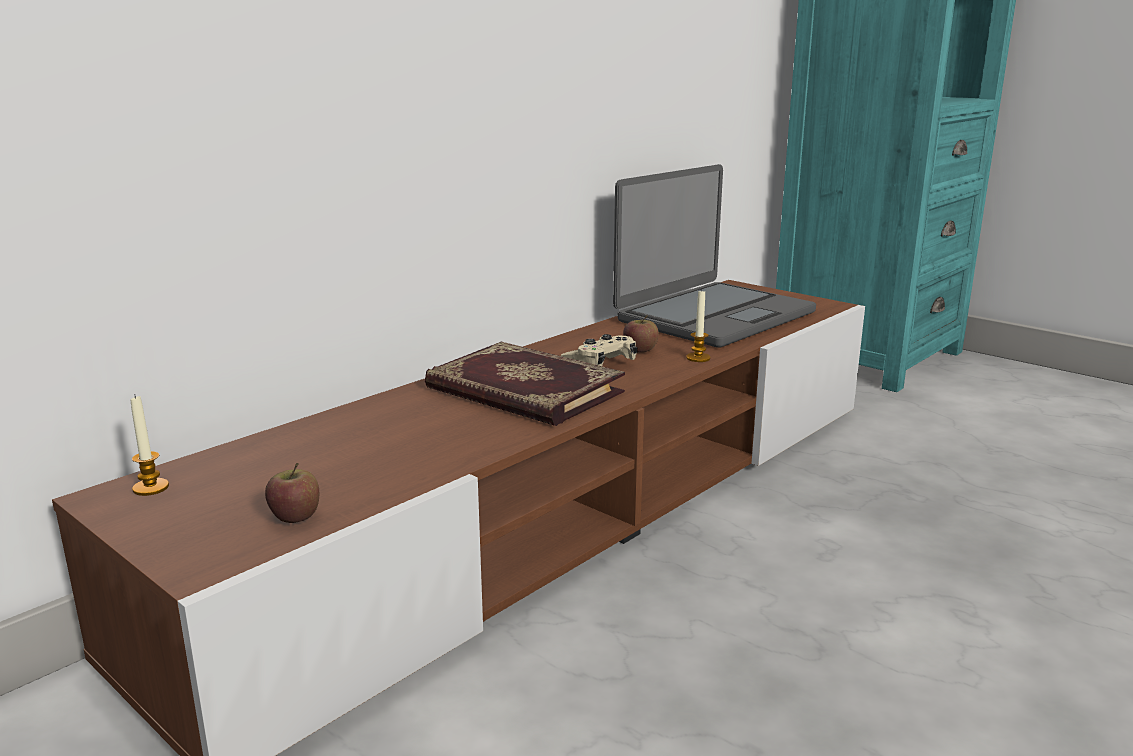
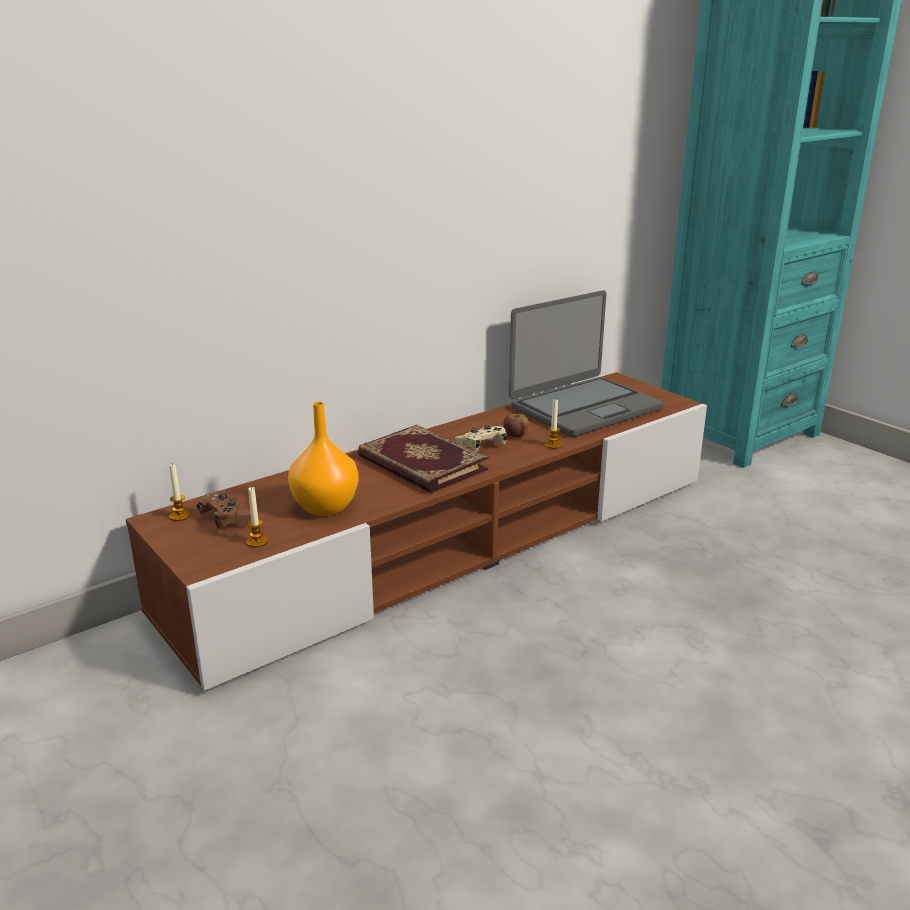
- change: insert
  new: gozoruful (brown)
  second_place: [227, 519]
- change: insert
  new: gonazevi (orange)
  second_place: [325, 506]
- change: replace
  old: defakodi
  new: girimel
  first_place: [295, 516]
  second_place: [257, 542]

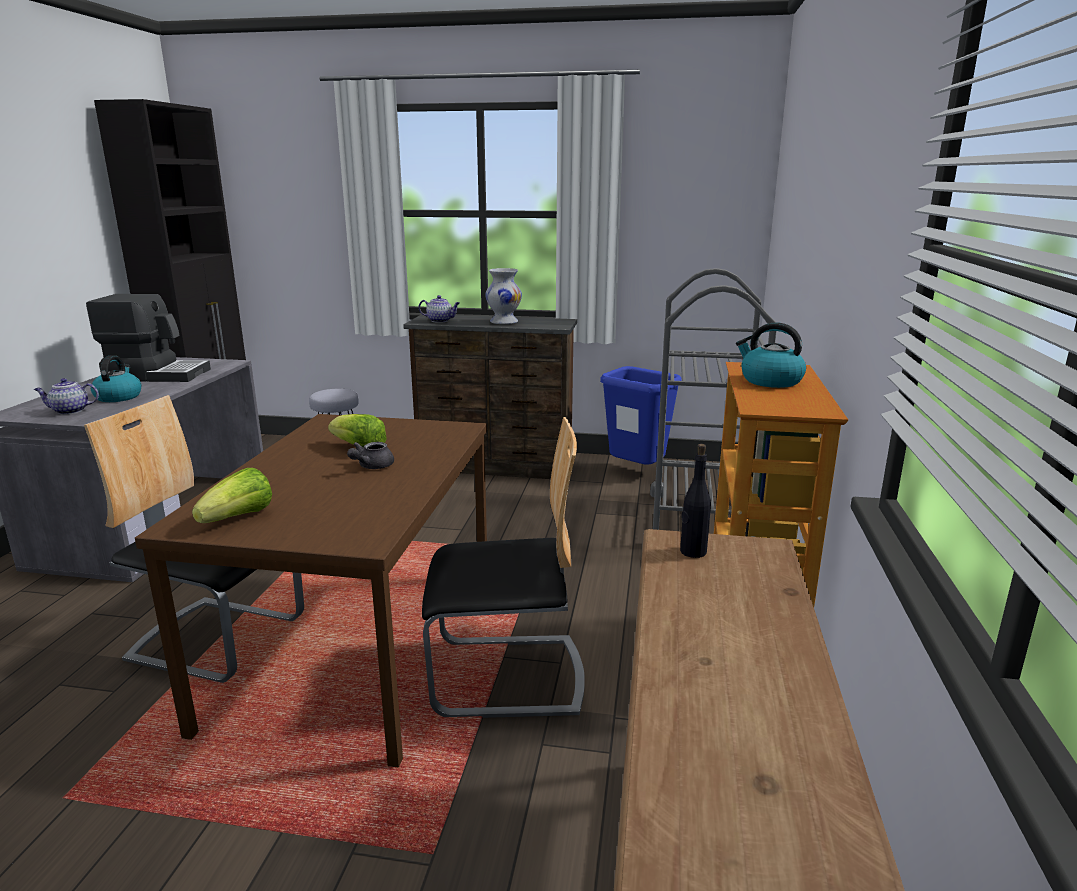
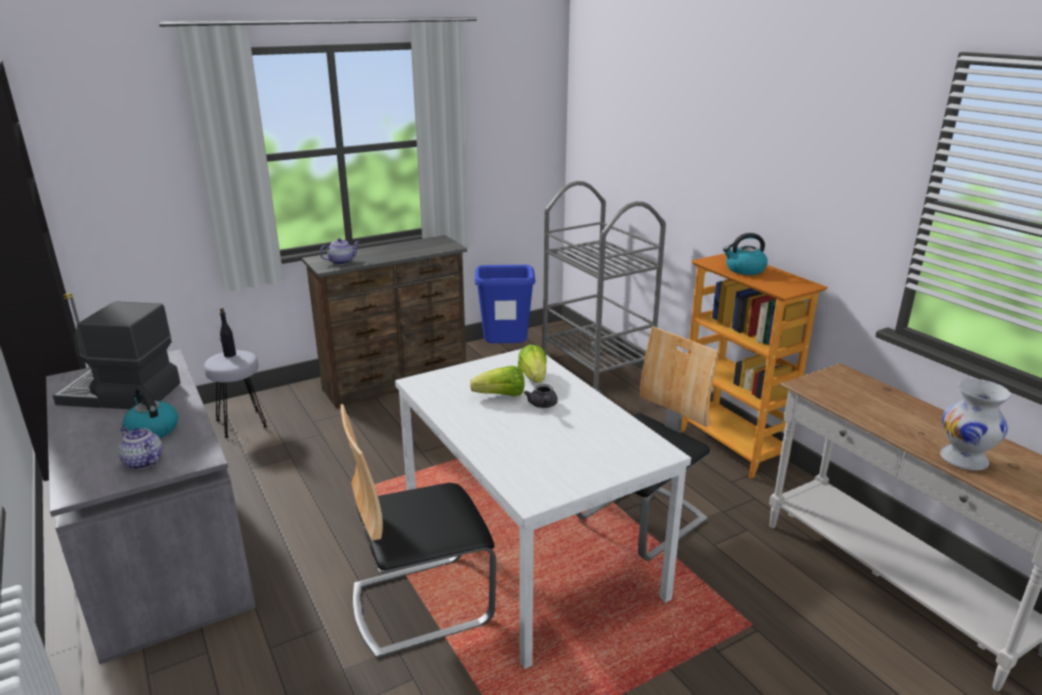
- change: move
  old: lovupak
  first_place: [239, 518]
  second_place: [534, 377]
- change: move
  old: gonazevi (white)
  first_place: [503, 322]
  second_place: [962, 459]
- change: move
  old: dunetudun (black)
  first_place: [692, 552]
  second_place: [229, 355]
- change: recolor
  old: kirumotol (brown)
  new: kirumotol (white)
  first_place: [361, 646]
  second_place: [531, 551]
- change: rotate
  old: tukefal
  first_place: [69, 411]
  second_place: [142, 462]
  degrees: 90
- change: rotate
  old: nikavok
  first_place: [157, 374]
  second_place: [120, 395]
  degrees: -135

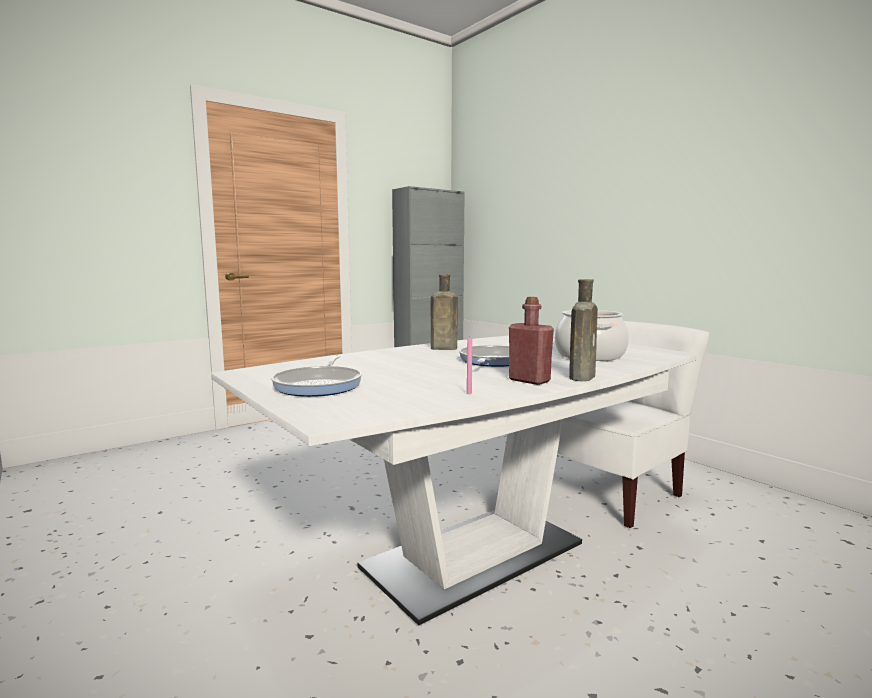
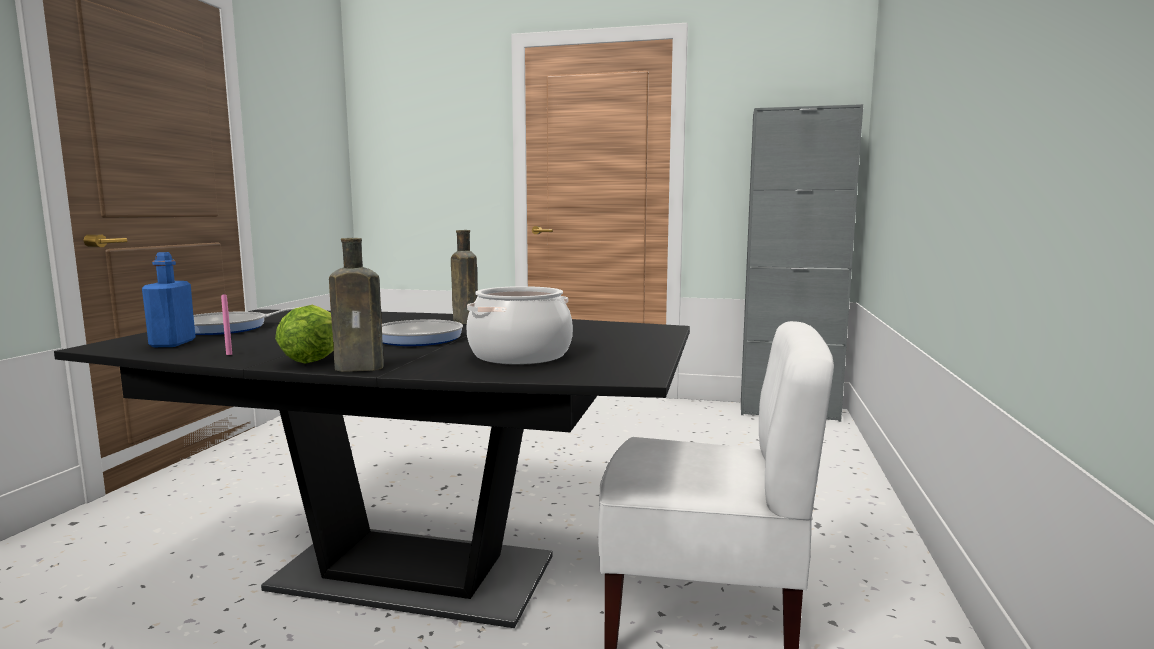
- change: insert
  new: dunetudun (blue)
  second_place: [172, 343]
- change: replace
  old: dunetudun (red)
  new: lovupak
  first_place: [529, 380]
  second_place: [315, 358]
- change: recolor
  old: kirumotol (white)
  new: kirumotol (black)
  first_place: [474, 556]
  second_place: [414, 574]

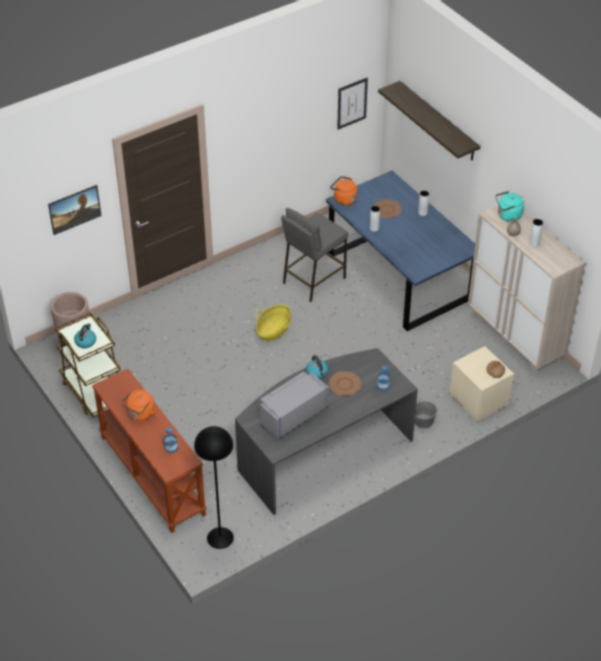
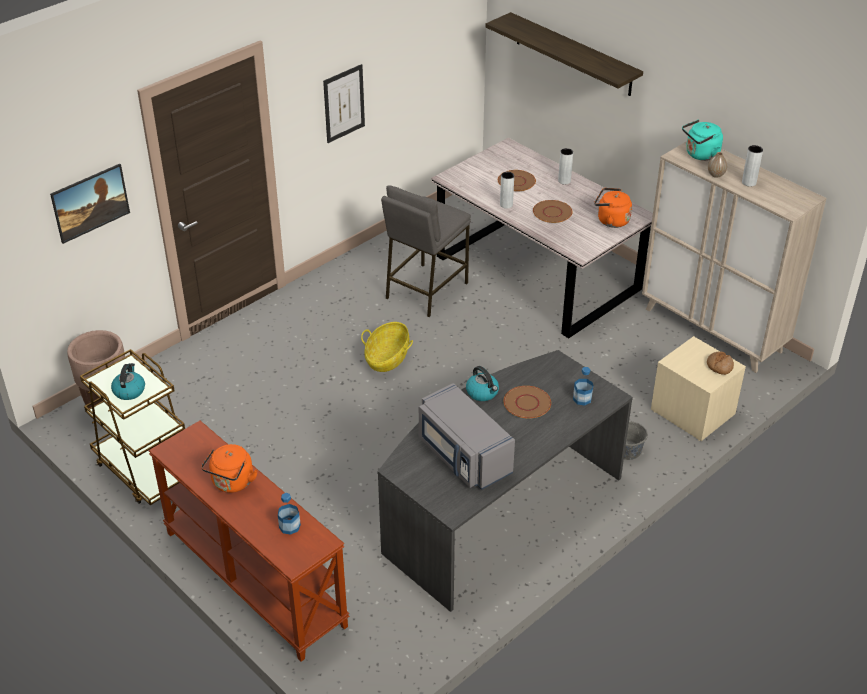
- change: delete
  old: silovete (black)
  first_place: [220, 538]
- change: insert
  new: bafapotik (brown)
  second_place: [552, 212]
- change: move
  old: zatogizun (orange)
  first_place: [343, 199]
  second_place: [611, 220]
- change: move
  old: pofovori
  first_place: [352, 103]
  second_place: [344, 103]
- change: recolor
  old: kirumotol (blue)
  new: kirumotol (grey)
  first_place: [398, 276]
  second_place: [536, 273]
- change: rotate
  old: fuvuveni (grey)
  first_place: [292, 416]
  second_place: [463, 456]
  degrees: -75

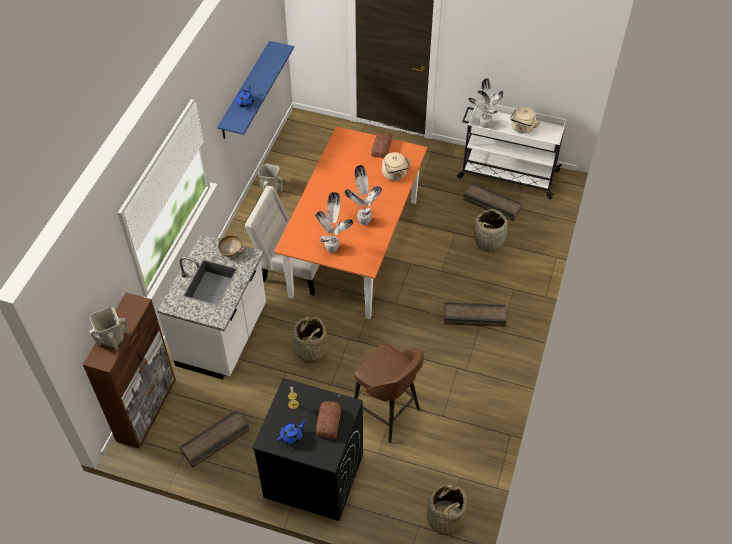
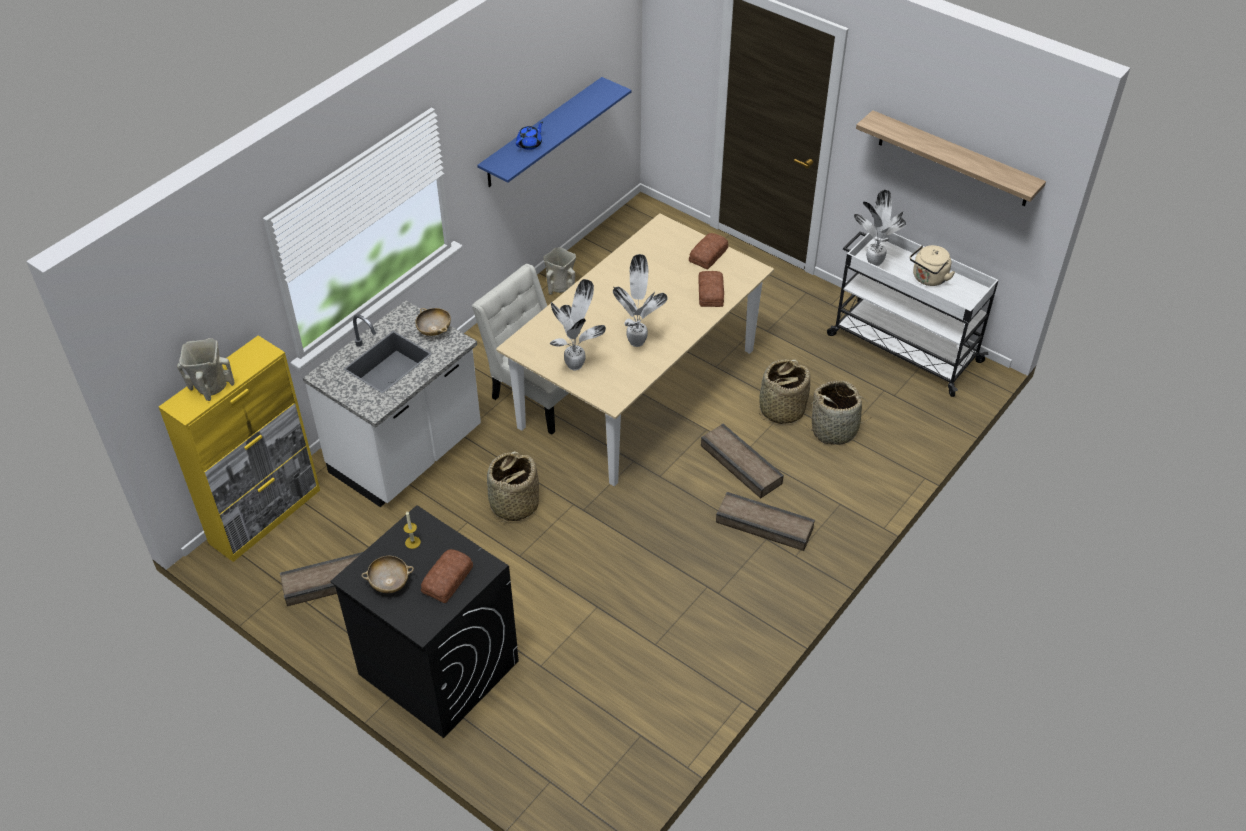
- change: delete
  old: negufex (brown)
  first_place: [387, 413]
- change: insert
  new: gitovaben
  second_place: [953, 159]
- change: move
  old: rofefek
  first_place: [445, 518]
  second_place: [781, 409]
- change: move
  old: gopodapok
  first_place: [491, 205]
  second_place: [740, 465]
- change: replace
  old: tukefal (blue)
  new: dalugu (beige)
  first_place: [292, 436]
  second_place: [389, 582]
- change: replace
  old: zatogizun (beige)
  new: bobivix
  first_place: [395, 175]
  second_place: [709, 293]
- change: recolor
  old: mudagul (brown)
  new: mudagul (yellow)
  first_place: [147, 409]
  second_place: [266, 516]
- change: recolor
  old: kirumotol (orange)
  new: kirumotol (beige)
  first_place: [354, 247]
  second_place: [637, 387]

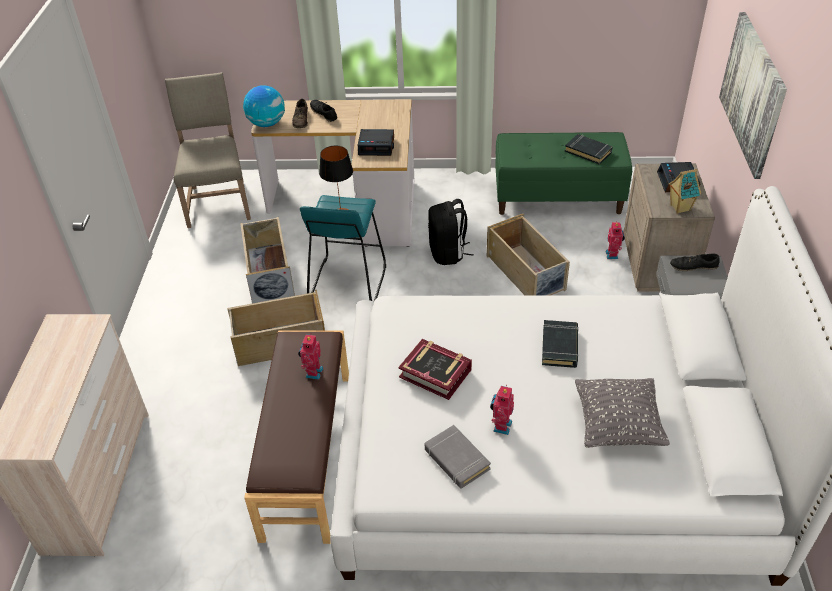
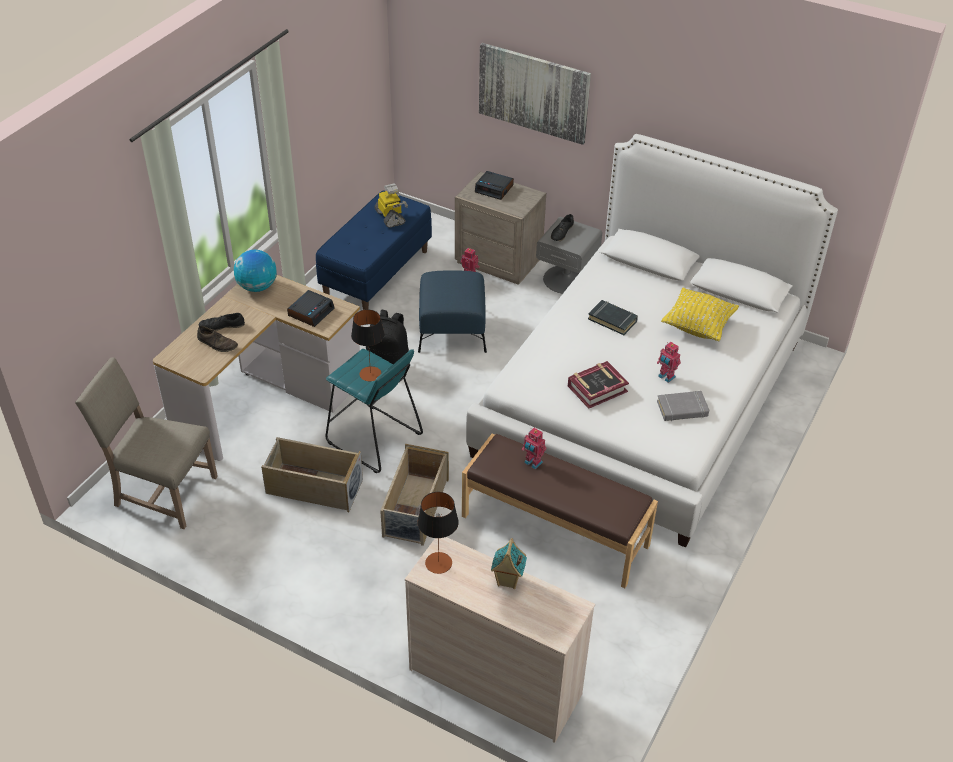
- change: insert
  new: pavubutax
  second_place: [438, 563]
- change: move
  old: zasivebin
  first_place: [266, 123]
  second_place: [257, 287]
- change: move
  old: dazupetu
  first_place: [679, 207]
  second_place: [507, 581]
- change: replace
  old: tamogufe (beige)
  new: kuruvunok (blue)
  first_place: [526, 273]
  second_place: [451, 330]
- change: replace
  old: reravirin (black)
  new: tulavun
  first_place: [588, 152]
  second_place: [390, 217]
- change: recolor
  old: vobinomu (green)
  new: vobinomu (blue)
  first_place: [558, 198]
  second_place: [376, 273]
- change: recolor
  old: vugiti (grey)
  new: vugiti (yellow)
  first_place: [617, 426]
  second_place: [698, 326]

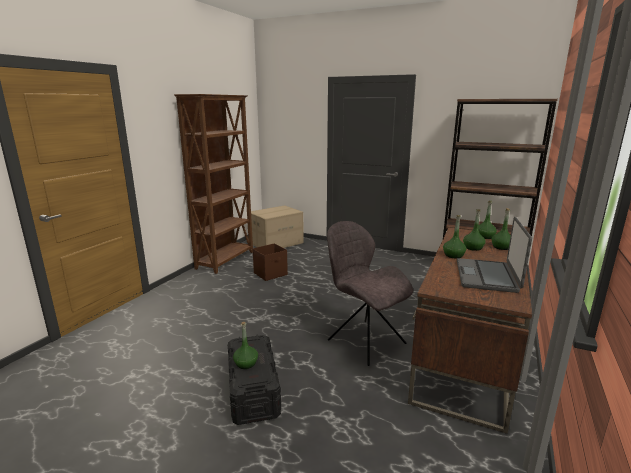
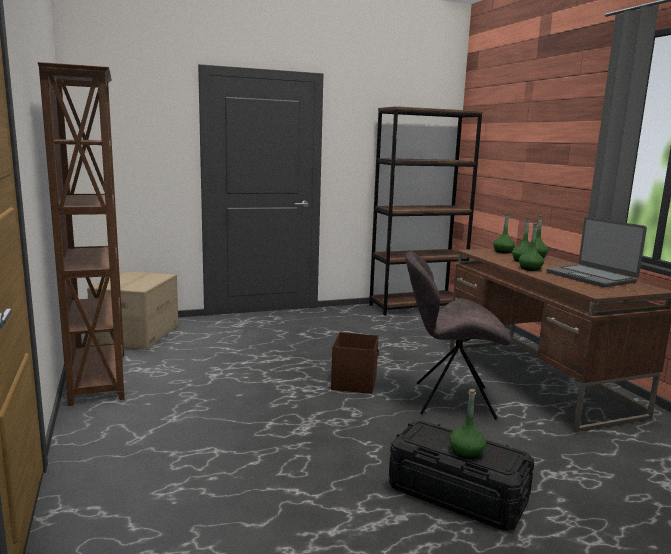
- change: move
  old: tamogufe (brown)
  first_place: [271, 274]
  second_place: [354, 382]

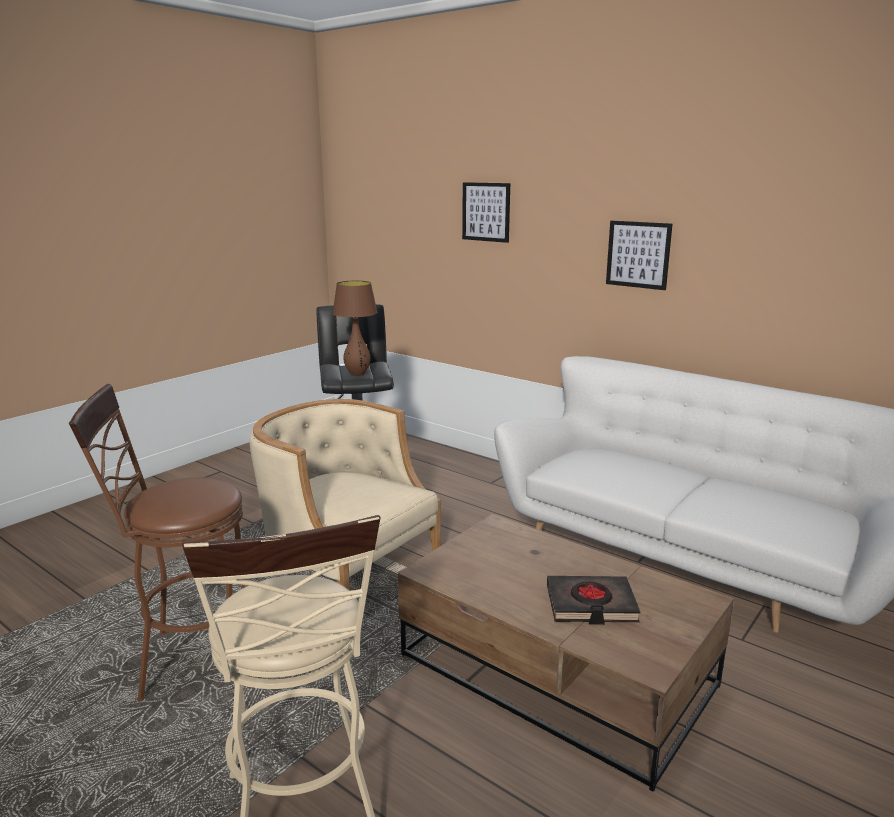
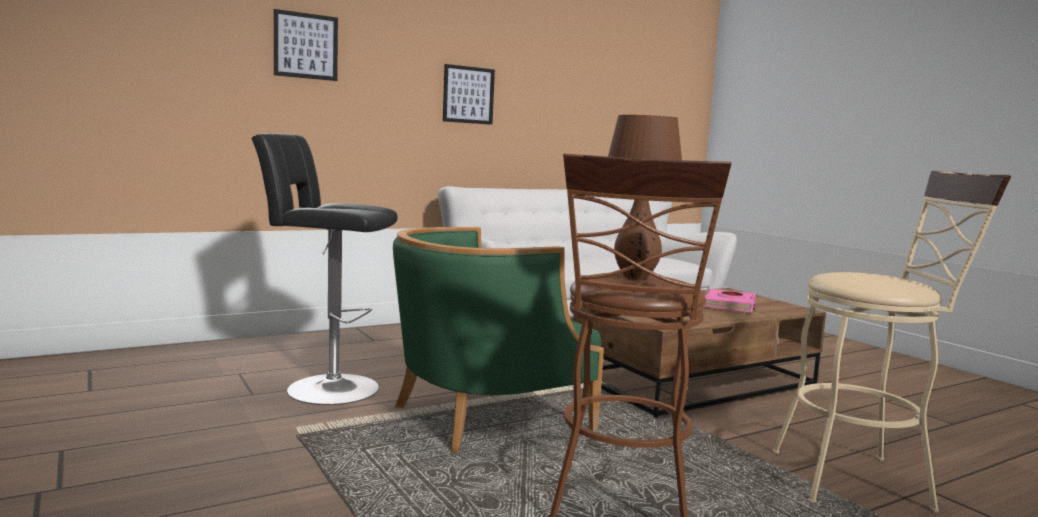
- change: move
  old: pavubutax (brown)
  first_place: [357, 374]
  second_place: [636, 277]
- change: recolor
  old: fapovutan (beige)
  new: fapovutan (green)
  first_place: [346, 569]
  second_place: [485, 416]
- change: recolor
  old: reravirin (black)
  new: reravirin (pink)
  first_place: [591, 605]
  second_place: [729, 305]

